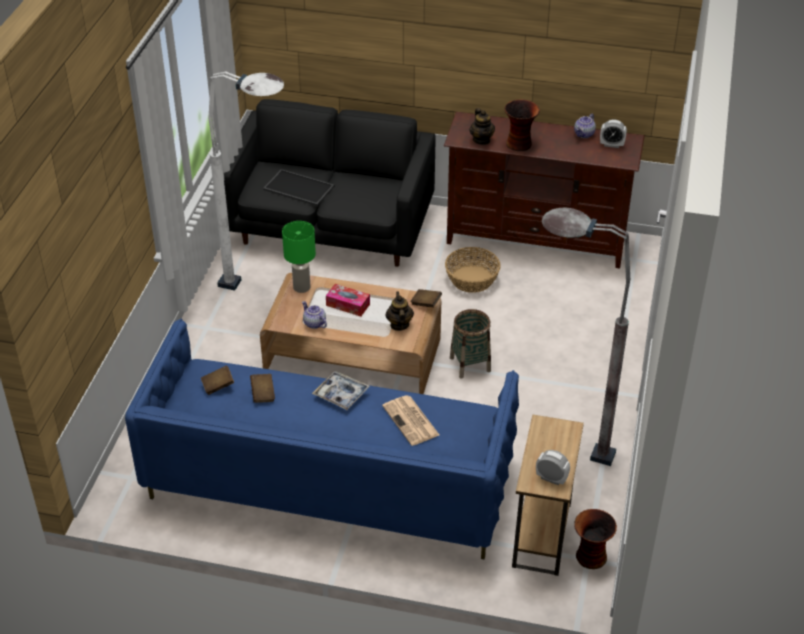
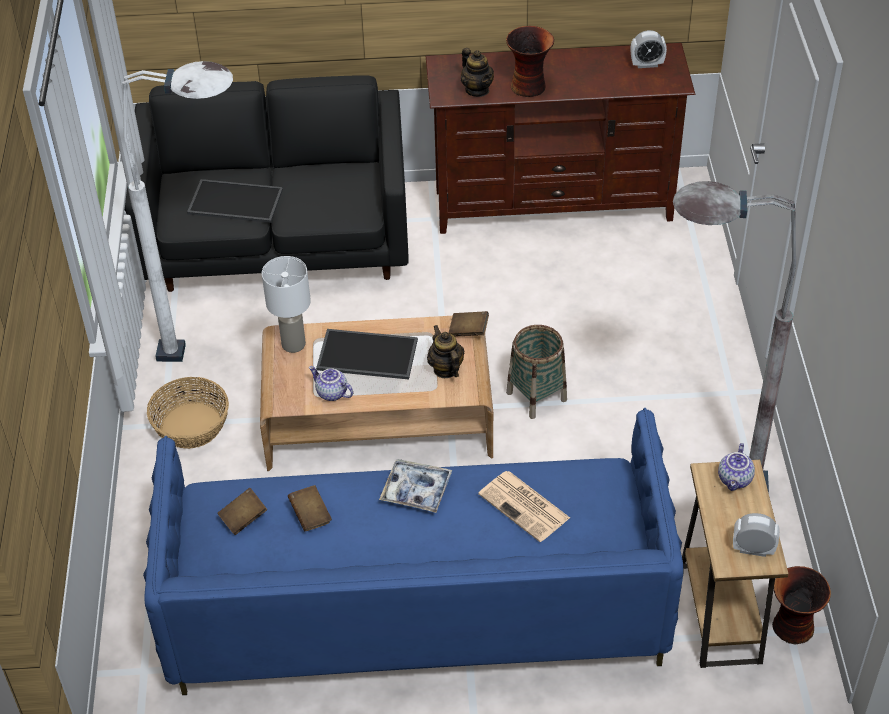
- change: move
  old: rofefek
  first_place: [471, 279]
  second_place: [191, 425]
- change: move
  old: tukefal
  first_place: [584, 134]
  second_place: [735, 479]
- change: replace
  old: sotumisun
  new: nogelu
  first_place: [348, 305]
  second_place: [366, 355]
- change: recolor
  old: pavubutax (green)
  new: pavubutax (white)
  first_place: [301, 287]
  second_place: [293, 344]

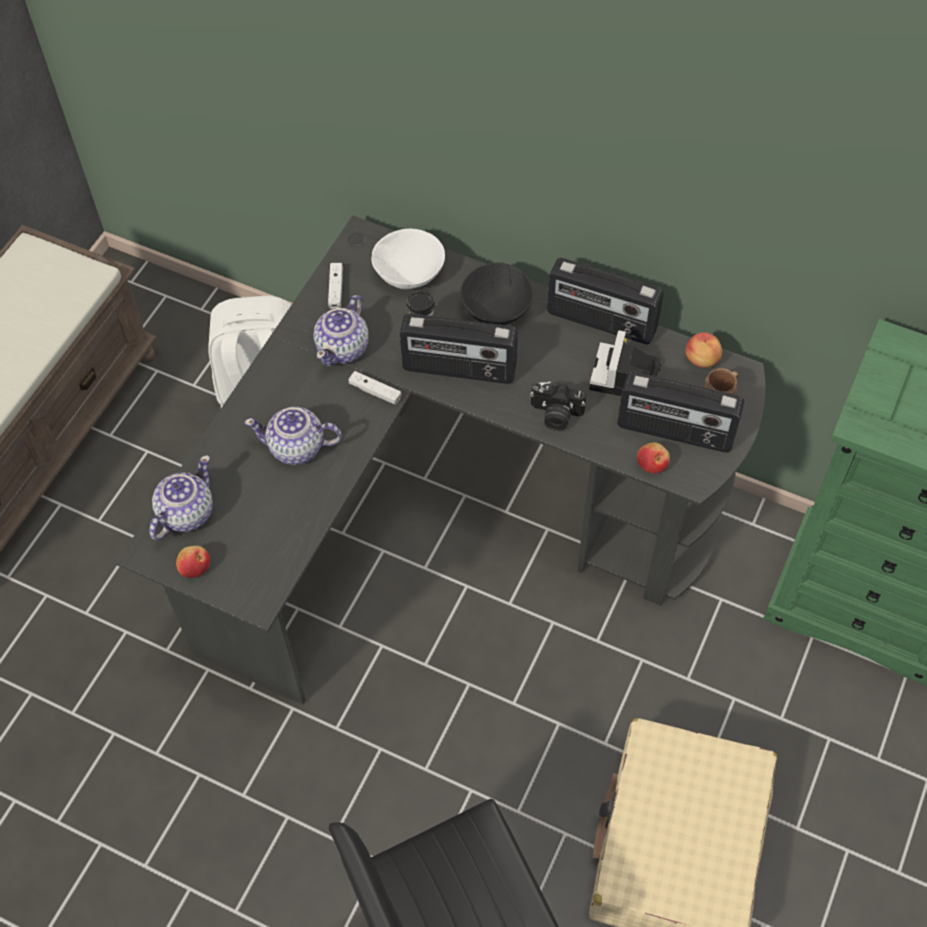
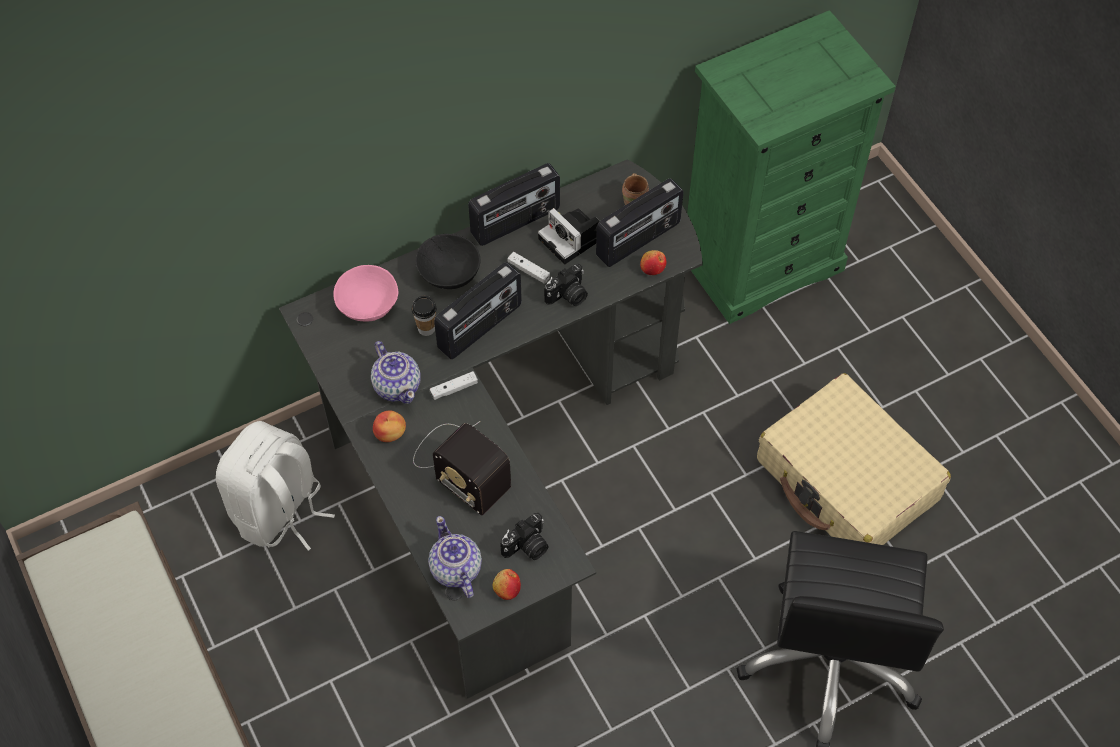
- change: insert
  new: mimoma
  second_place: [527, 547]
- change: move
  old: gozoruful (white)
  first_place: [336, 289]
  second_place: [528, 271]
- change: move
  old: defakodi
  first_place: [701, 360]
  second_place: [390, 434]
- change: replace
  old: tukefal
  new: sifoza
  first_place: [297, 448]
  second_place: [460, 465]
- change: recolor
  old: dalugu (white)
  new: dalugu (pink)
  first_place: [408, 272]
  second_place: [367, 305]

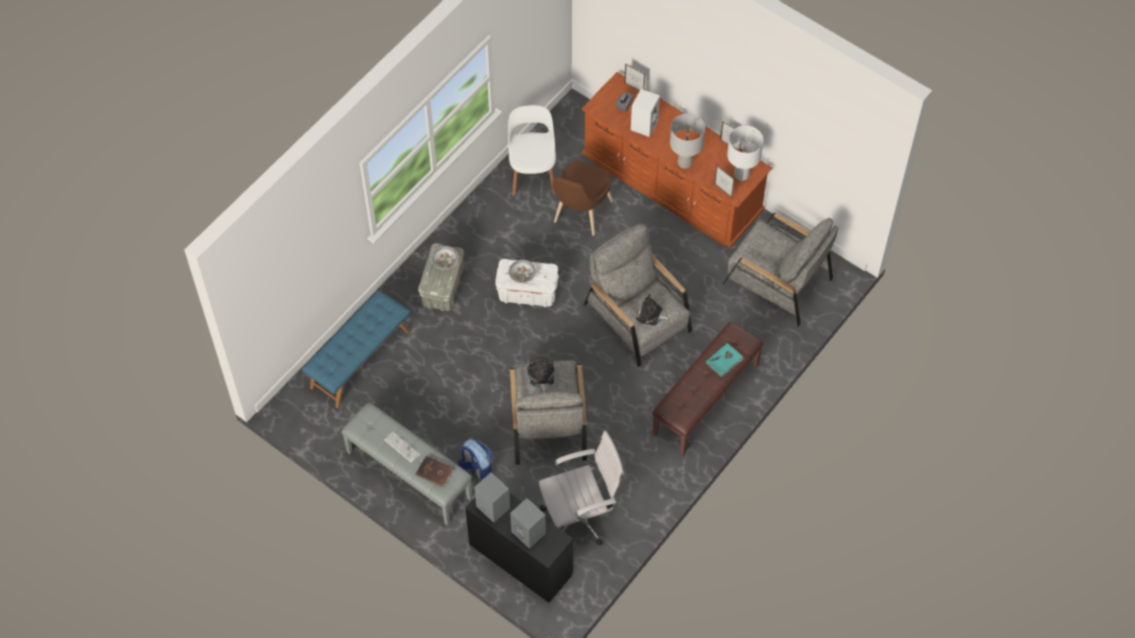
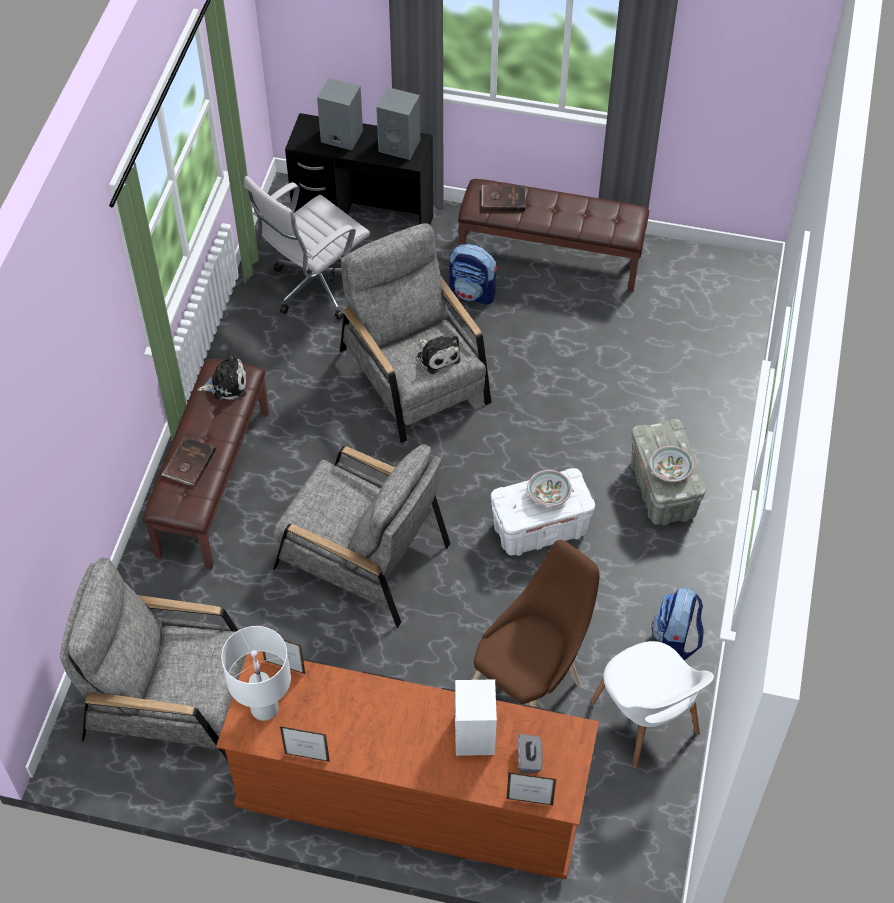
- change: delete
  old: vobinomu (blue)
  first_place: [359, 359]
- change: delete
  old: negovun
  first_place: [402, 447]
- change: delete
  old: pavubutax (grey)
  first_place: [684, 162]
- change: insert
  new: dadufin
  second_place: [675, 641]
- change: move
  old: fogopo
  first_place: [650, 315]
  second_place: [226, 384]
- change: recolor
  old: vobinomu (grey)
  new: vobinomu (brown)
  first_place: [408, 475]
  second_place: [551, 257]
- change: recolor
  old: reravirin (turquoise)
  new: reravirin (brown)
  first_place: [724, 361]
  second_place: [189, 463]
- change: rotate
  old: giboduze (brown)
  first_place: [580, 215]
  second_place: [531, 681]
  degrees: 45

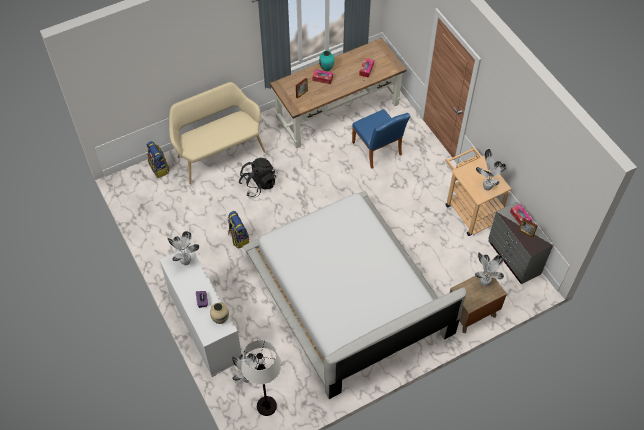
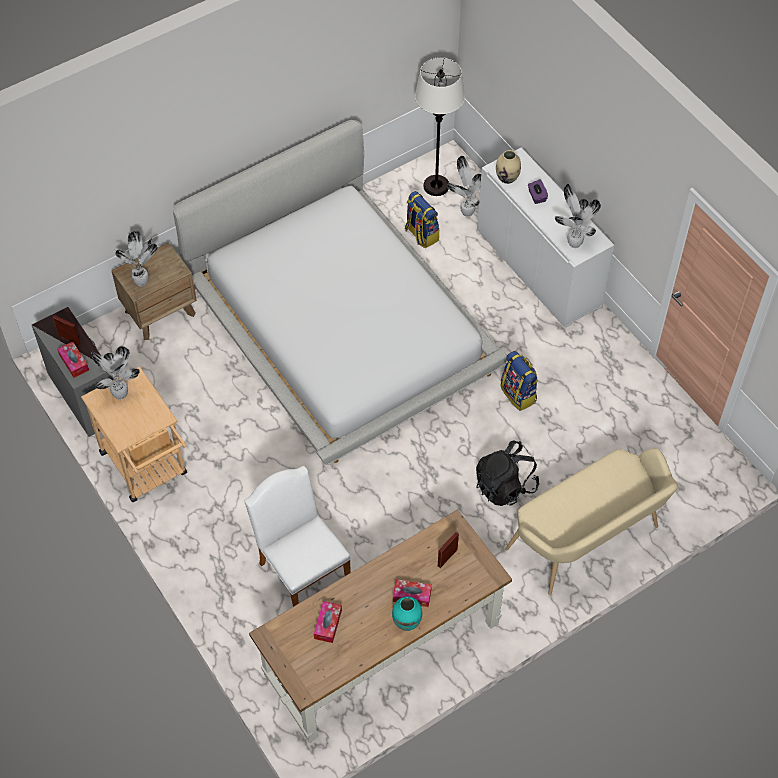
- change: move
  old: dadufin
  first_place: [159, 168]
  second_place: [421, 234]
- change: recolor
  old: giboduze (blue)
  new: giboduze (white)
  first_place: [378, 151]
  second_place: [301, 567]

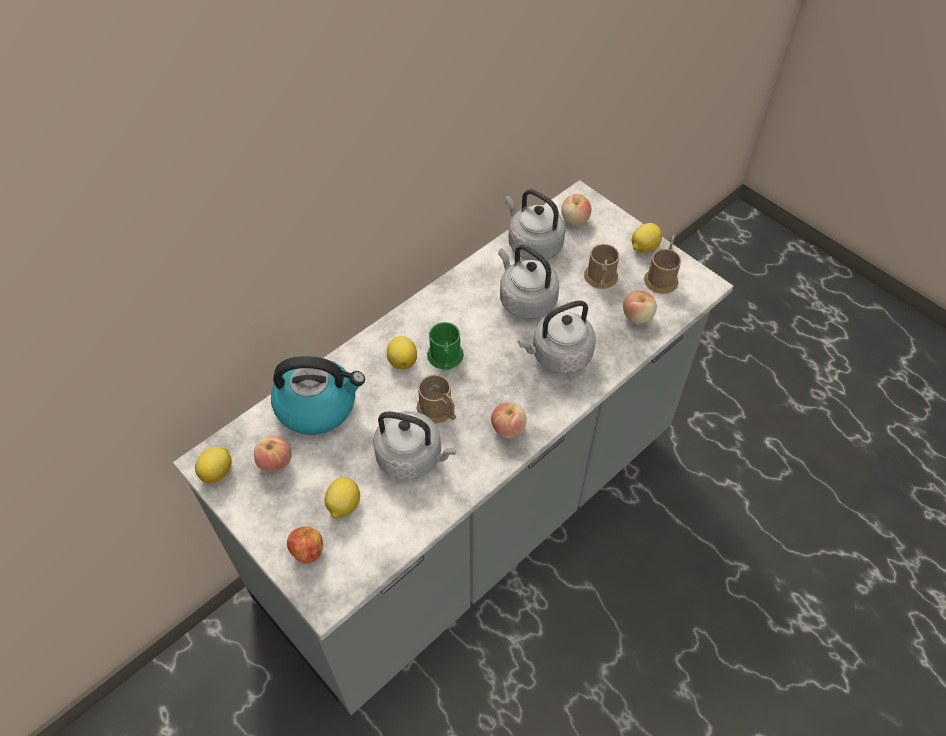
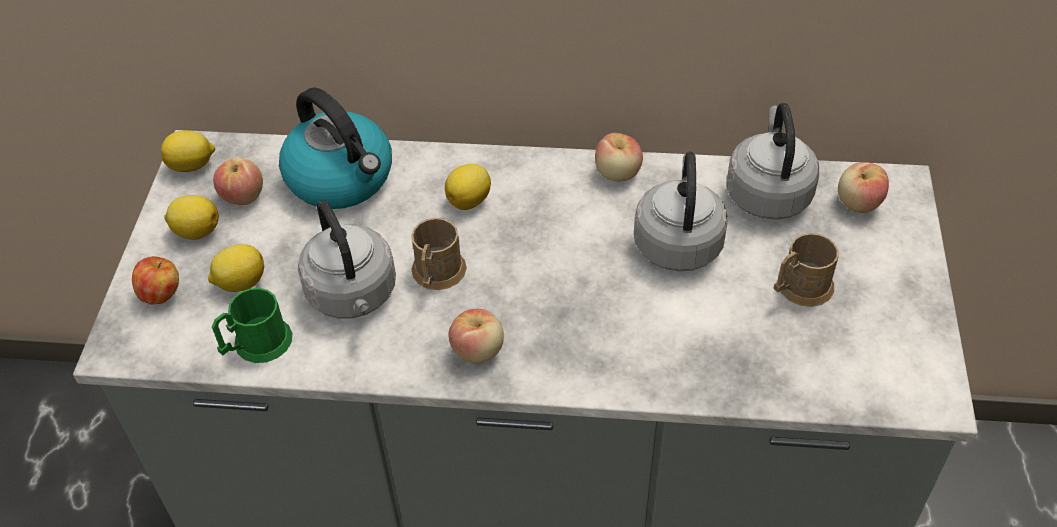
- change: delete
  old: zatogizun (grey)
  first_place: [558, 356]
- change: delete
  old: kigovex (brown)
  first_place: [662, 276]
- change: move
  old: kigovex (green)
  first_place: [446, 359]
  second_place: [256, 345]
- change: move
  old: defakodi
  first_place: [637, 316]
  second_place: [617, 173]
- change: move
  old: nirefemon
  first_place: [643, 248]
  second_place: [196, 231]

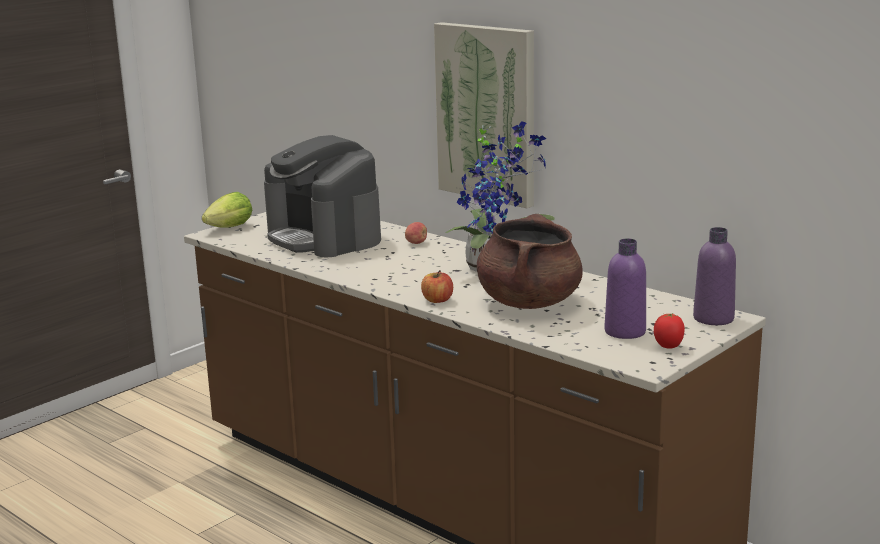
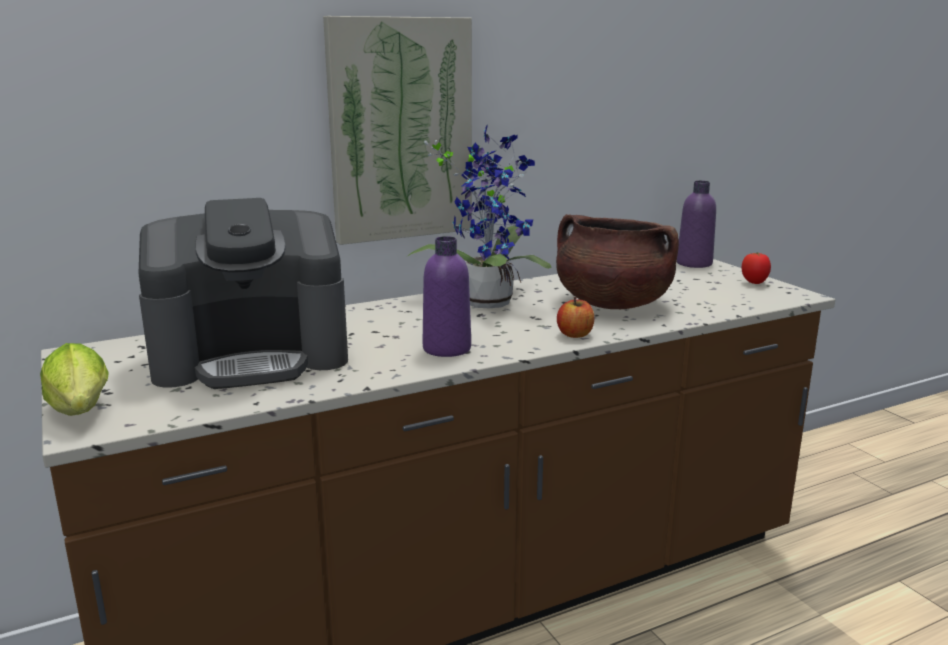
- change: delete
  old: defakodi
  first_place: [416, 243]
- change: move
  old: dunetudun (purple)
  first_place: [625, 331]
  second_place: [447, 349]

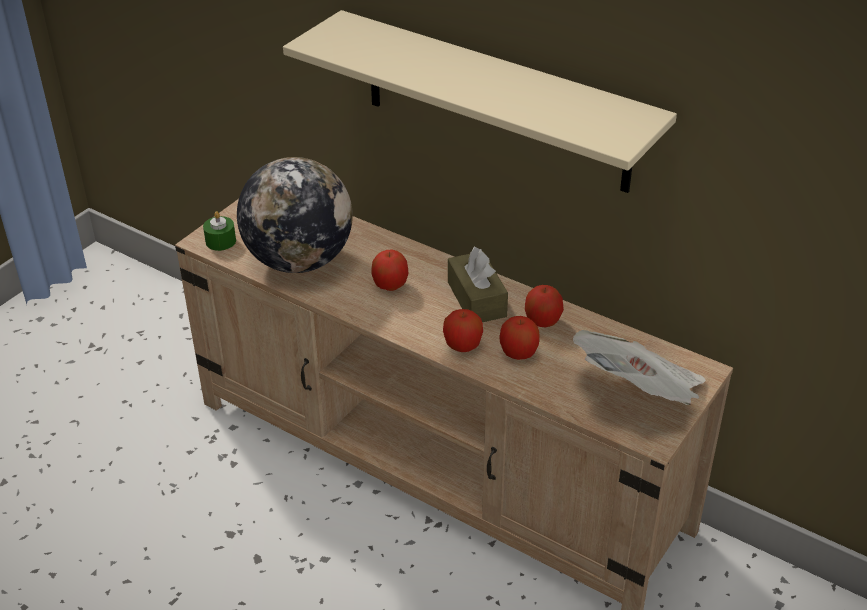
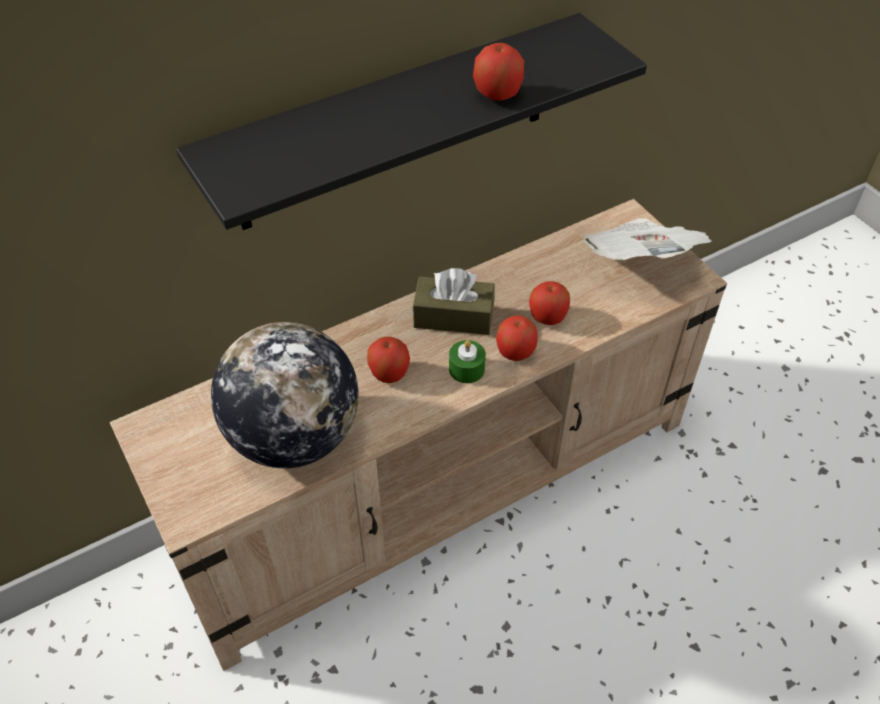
- change: move
  old: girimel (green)
  first_place: [220, 241]
  second_place: [466, 369]
- change: move
  old: defakodi
  first_place: [543, 321]
  second_place: [497, 94]
- change: recolor
  old: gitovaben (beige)
  new: gitovaben (black)
  first_place: [496, 102]
  second_place: [396, 124]

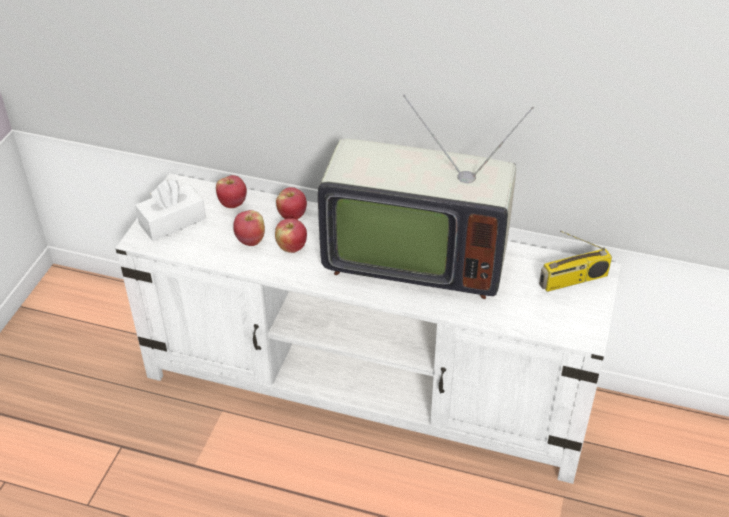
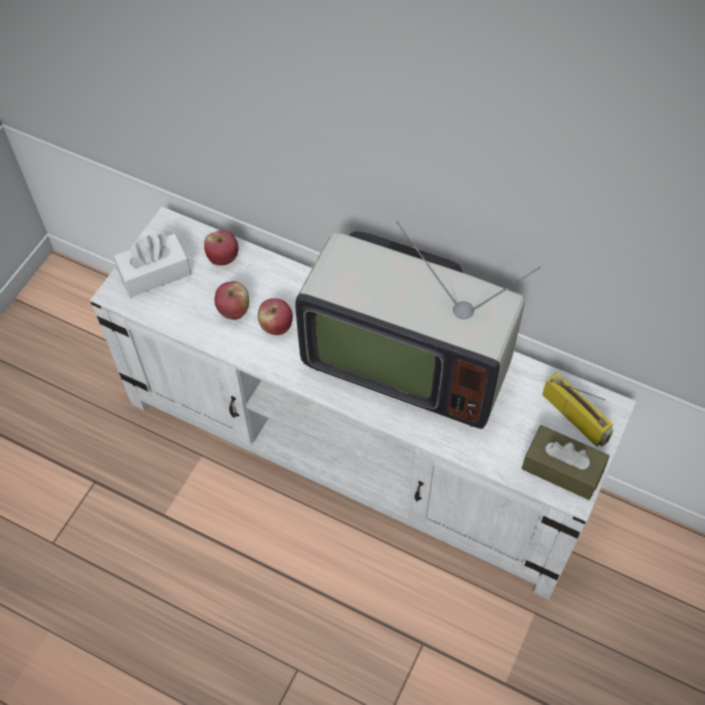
- change: delete
  old: defakodi
  first_place: [292, 216]
- change: insert
  new: sotumisun (brown)
  second_place: [562, 469]
- change: rotate
  old: sifoza
  first_place: [573, 280]
  second_place: [576, 417]
  degrees: -120

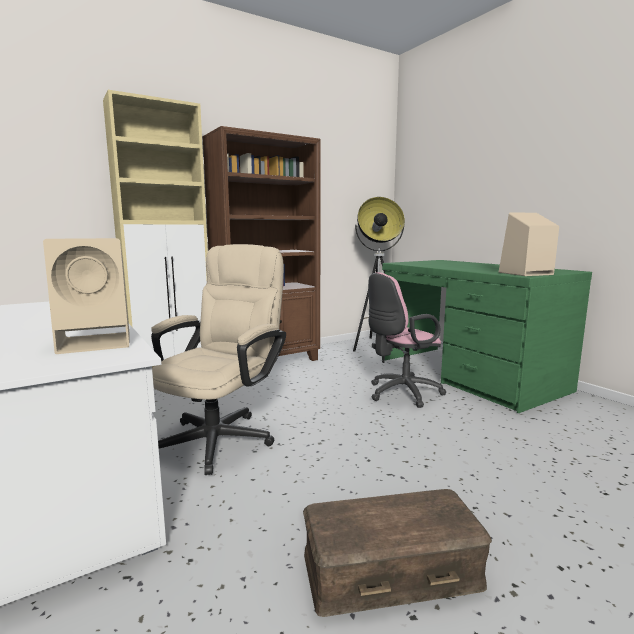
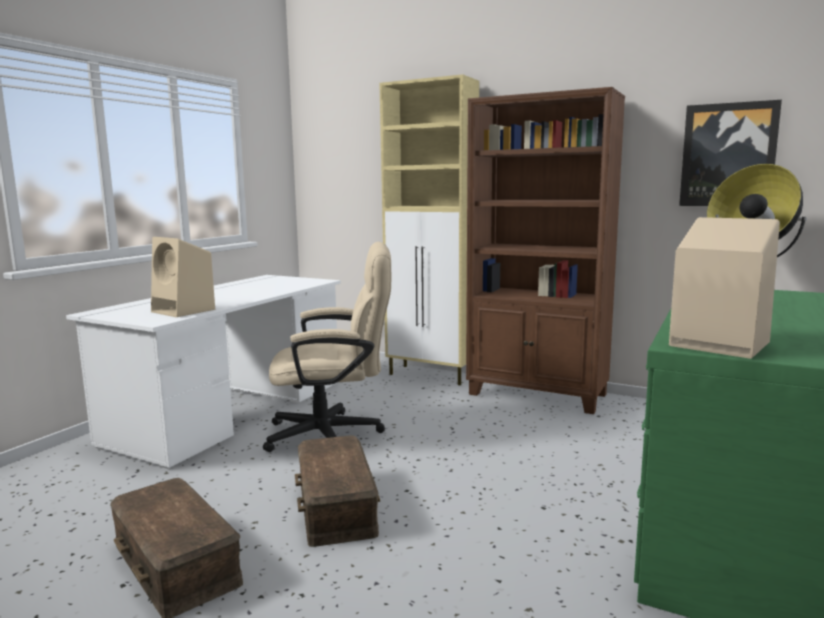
- change: delete
  old: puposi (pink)
  first_place: [400, 394]
- change: insert
  new: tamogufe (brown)
  second_place: [337, 505]
- change: insert
  new: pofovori
  second_place: [728, 155]

